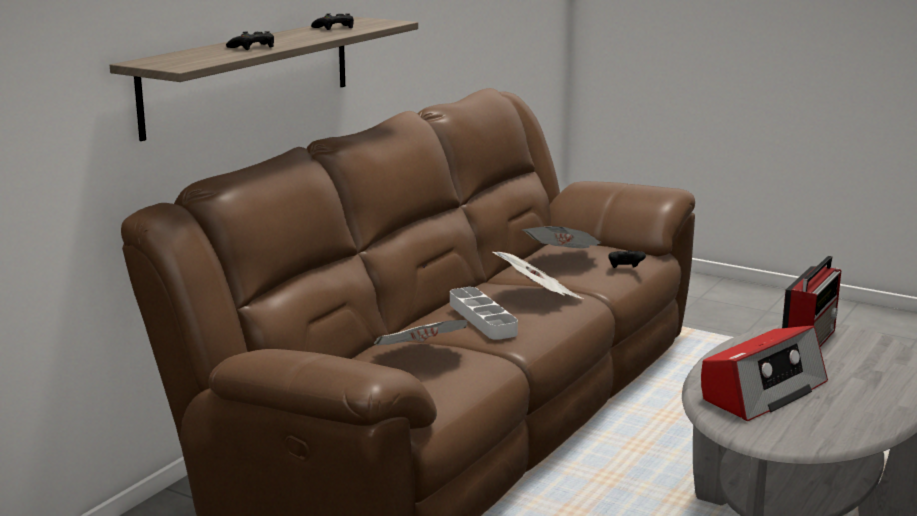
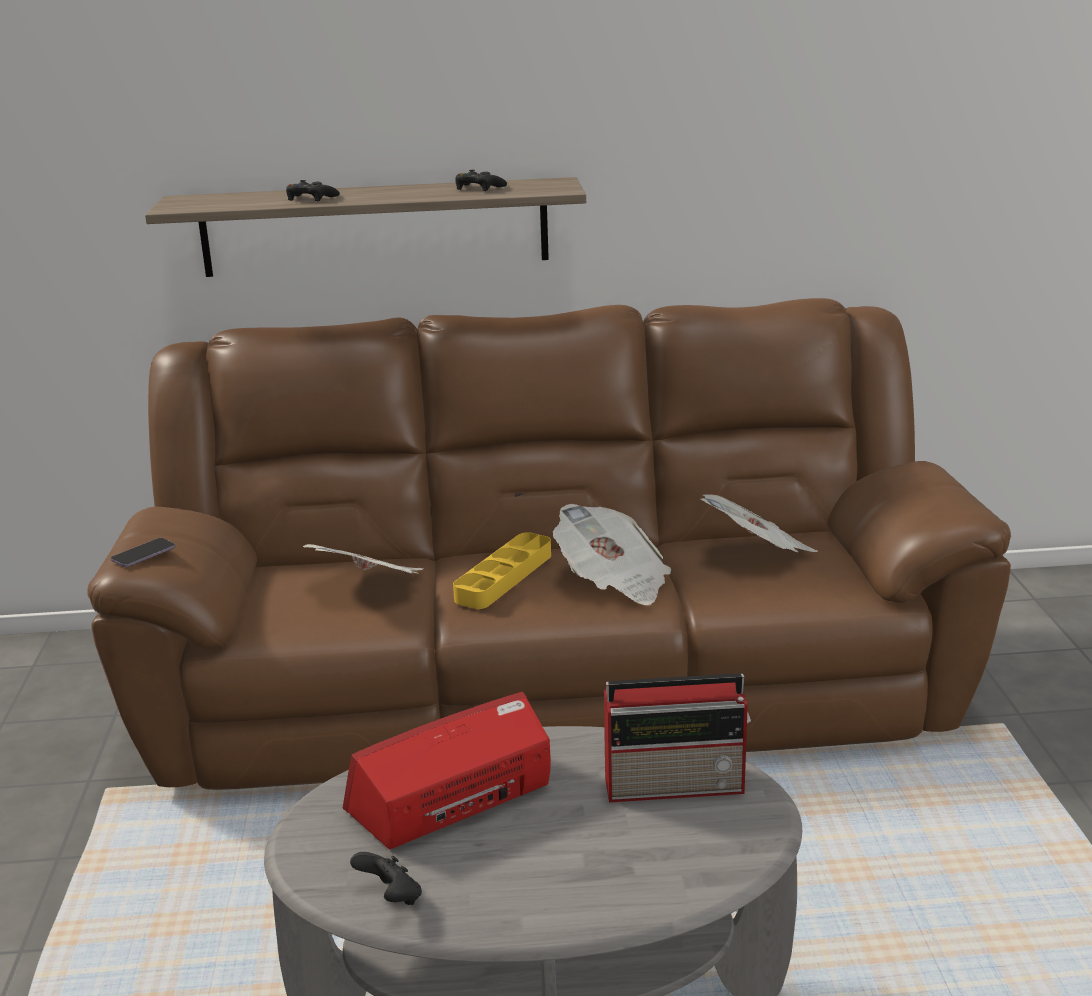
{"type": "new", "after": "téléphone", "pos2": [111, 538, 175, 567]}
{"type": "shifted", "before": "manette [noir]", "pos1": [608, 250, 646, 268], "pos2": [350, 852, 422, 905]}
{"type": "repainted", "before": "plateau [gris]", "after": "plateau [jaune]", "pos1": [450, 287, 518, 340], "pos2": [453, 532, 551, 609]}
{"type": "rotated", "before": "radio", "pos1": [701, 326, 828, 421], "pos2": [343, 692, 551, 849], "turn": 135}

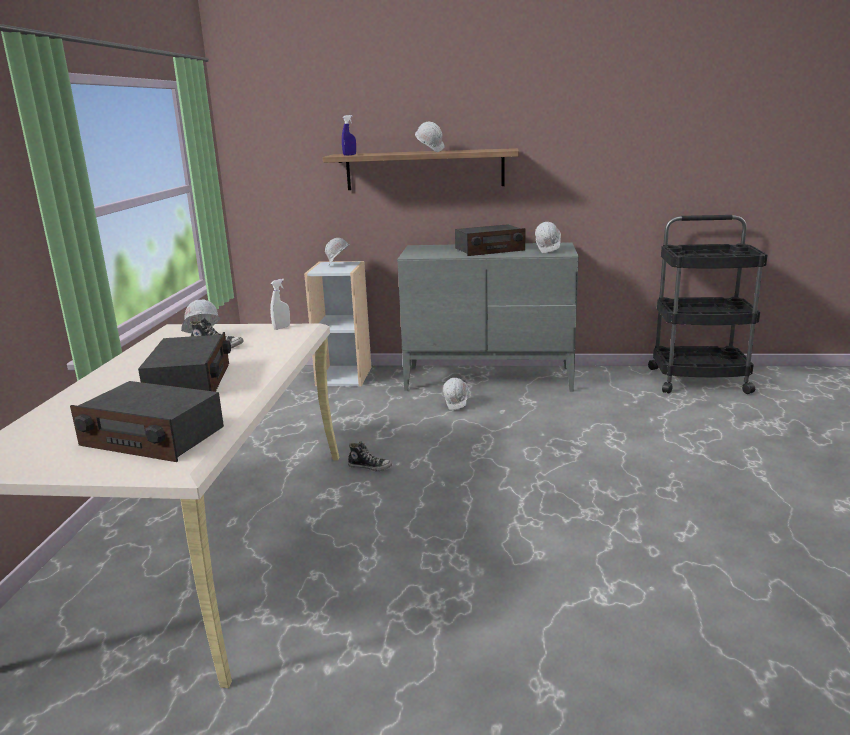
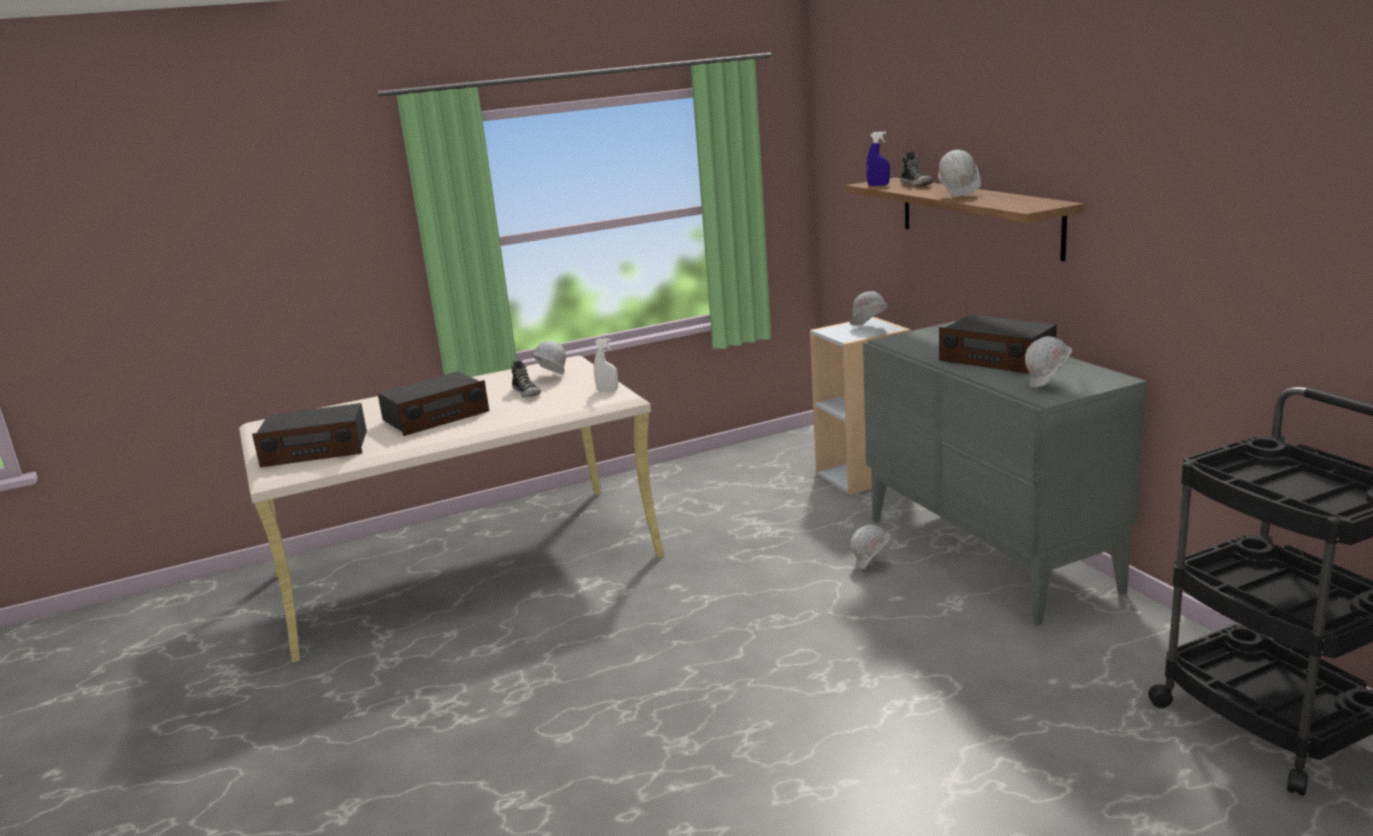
{"type": "shifted", "before": "chaussure", "pos1": [348, 442, 392, 471], "pos2": [901, 151, 933, 186]}
{"type": "rotated", "before": "radio", "pos1": [70, 381, 224, 462], "pos2": [252, 403, 367, 467], "turn": -90}

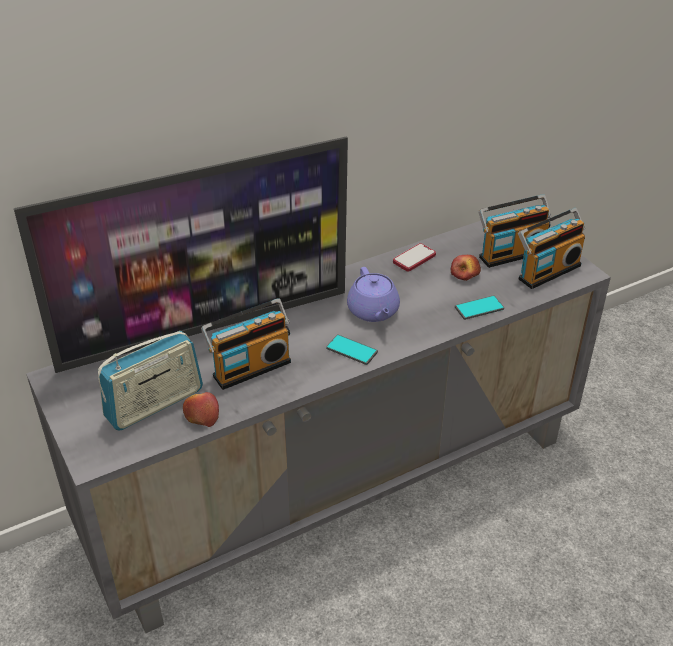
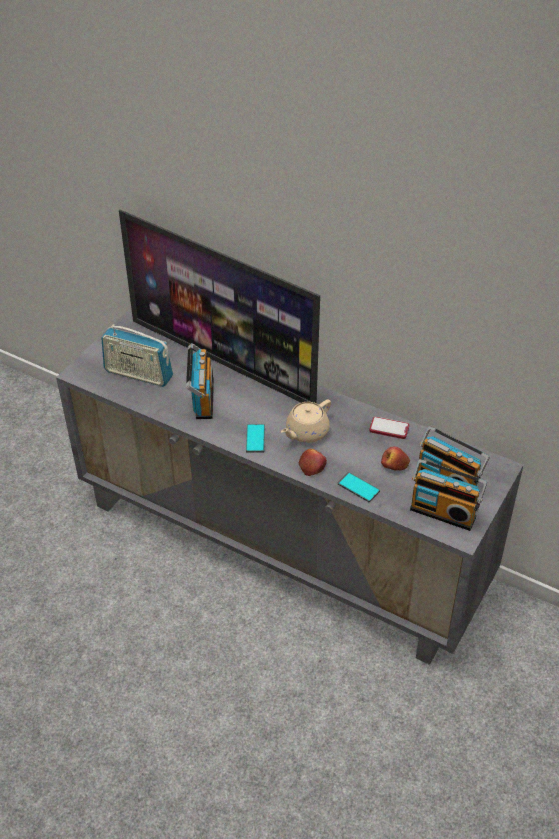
{"type": "shifted", "before": "pomme", "pos1": [183, 392, 219, 427], "pos2": [299, 449, 327, 476]}
{"type": "repainted", "before": "théière [violet]", "after": "théière [beige]", "pos1": [347, 267, 400, 322], "pos2": [281, 399, 331, 443]}
{"type": "rotated", "before": "radio", "pos1": [201, 298, 291, 390], "pos2": [186, 343, 214, 419], "turn": -120}

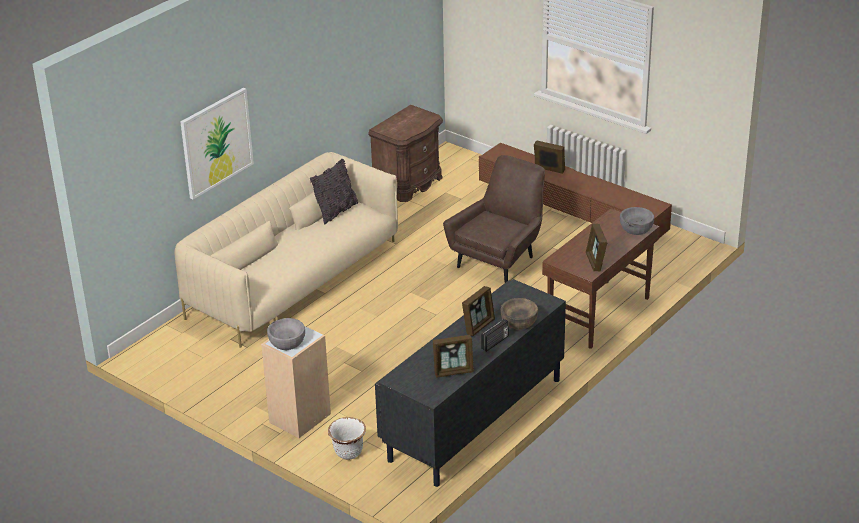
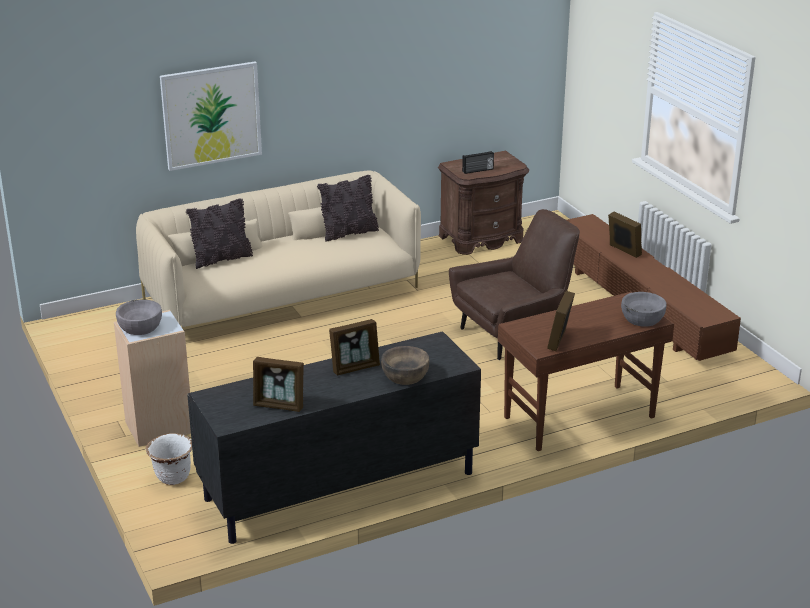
{"type": "new", "after": "coussin [noir]", "pos2": [186, 198, 253, 269]}
{"type": "shifted", "before": "radio", "pos1": [481, 319, 508, 352], "pos2": [462, 151, 494, 174]}

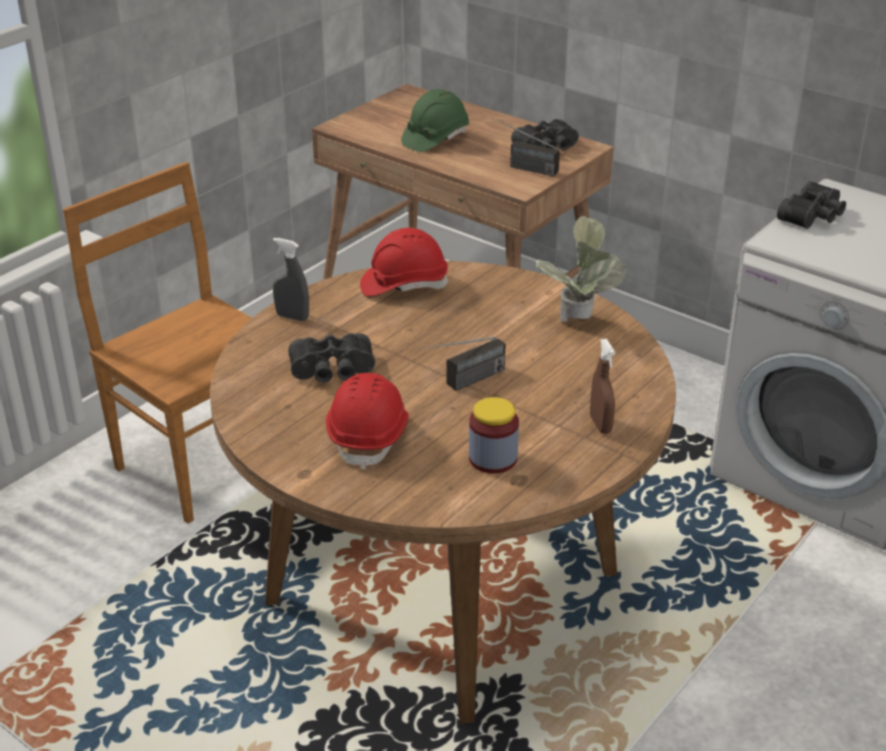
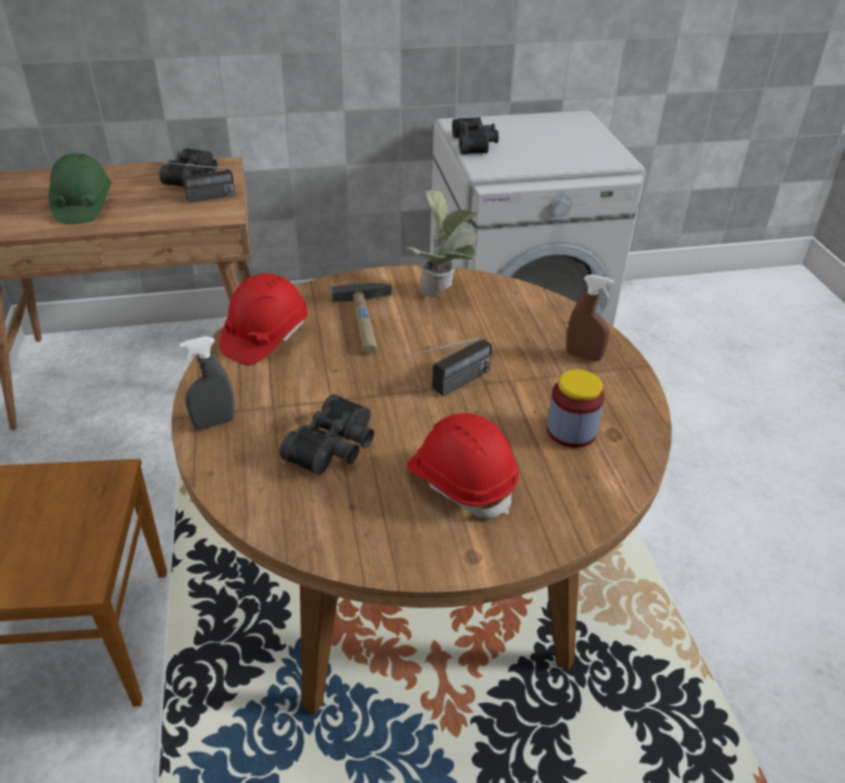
{"type": "new", "after": "marteau", "pos2": [330, 283, 391, 353]}
{"type": "rotated", "before": "radio", "pos1": [419, 337, 506, 391], "pos2": [406, 337, 492, 396], "turn": 45}

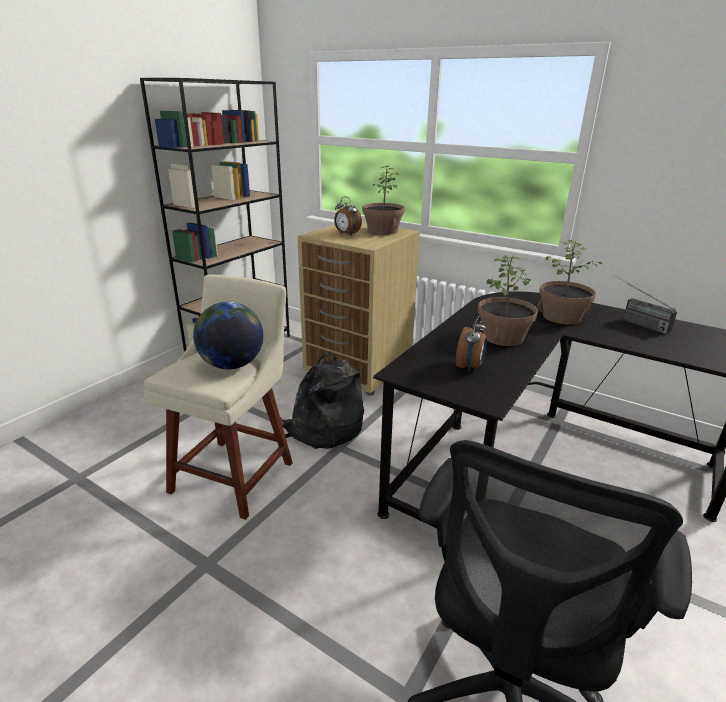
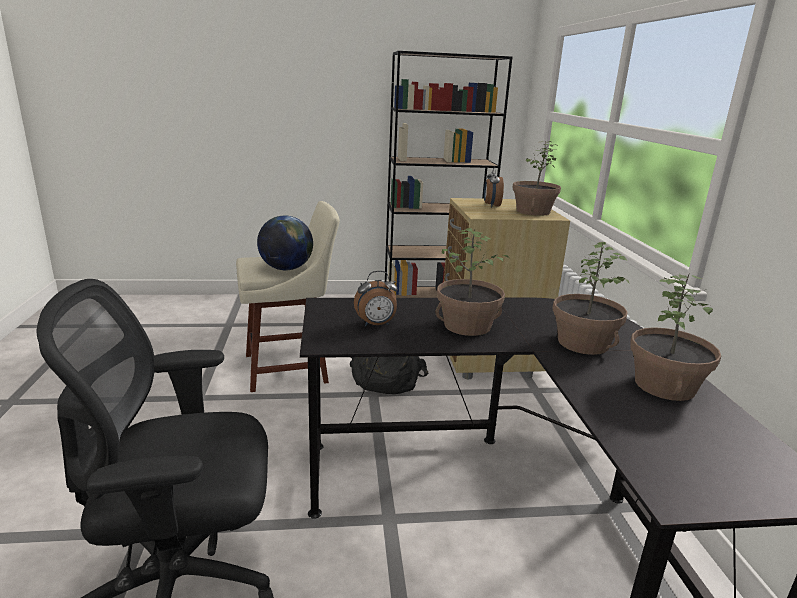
{"type": "swapped", "before": "radio", "after": "plante en pot", "pos1": [614, 275, 677, 334], "pos2": [630, 274, 721, 401]}

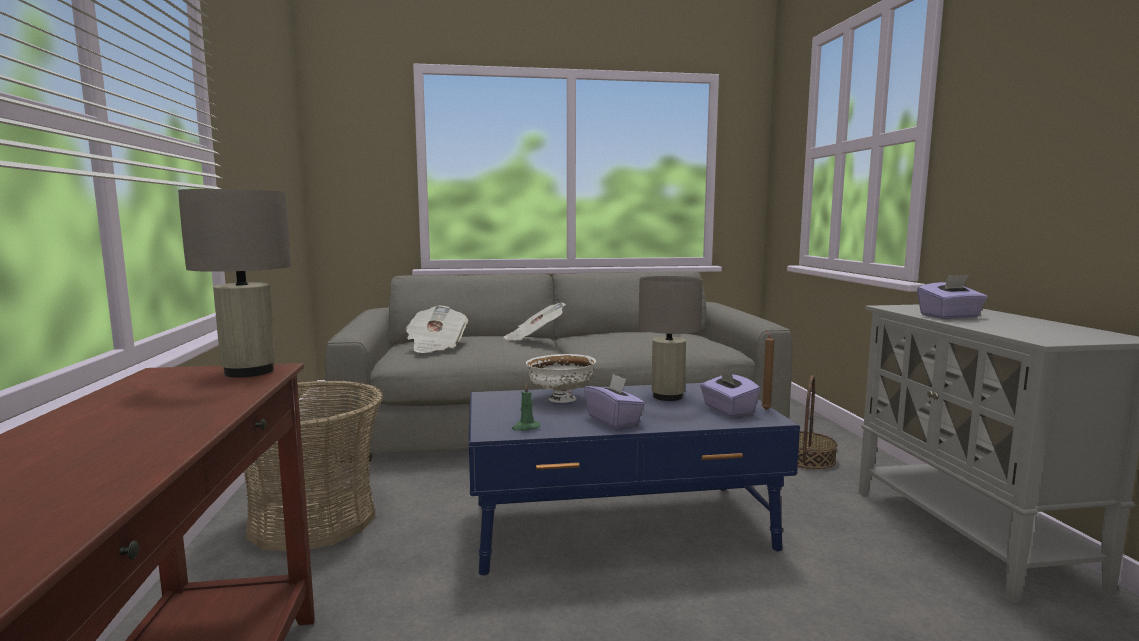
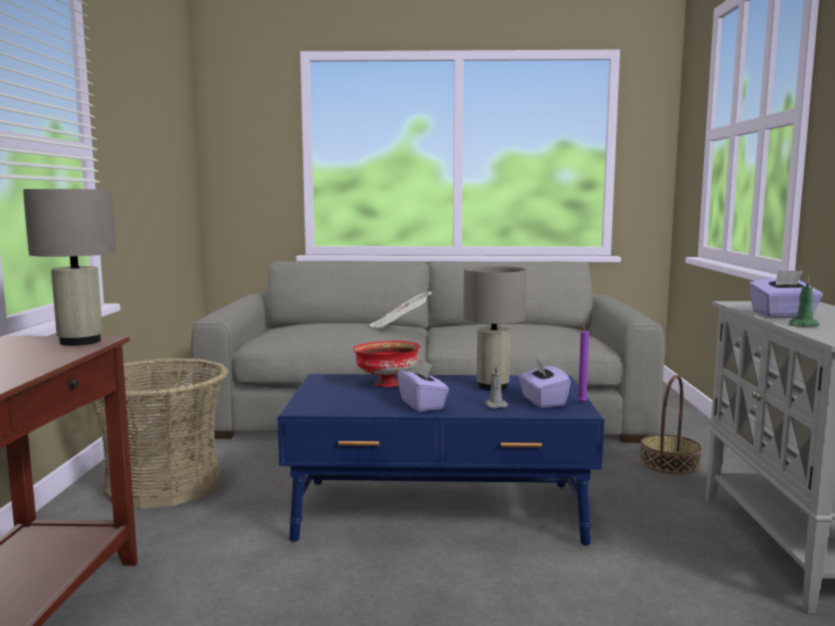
{"type": "gone", "before": "journal", "pos1": [406, 306, 468, 353]}
{"type": "new", "after": "bougie [gris]", "pos2": [484, 363, 508, 408]}
{"type": "shifted", "before": "bougie [vert]", "pos1": [512, 383, 540, 431], "pos2": [788, 276, 820, 327]}
{"type": "repainted", "before": "bol [blanc]", "after": "bol [rouge]", "pos1": [526, 354, 596, 403], "pos2": [353, 341, 420, 387]}
{"type": "repainted", "before": "bougie [marron]", "after": "bougie [violet]", "pos1": [761, 330, 774, 410], "pos2": [577, 323, 589, 403]}

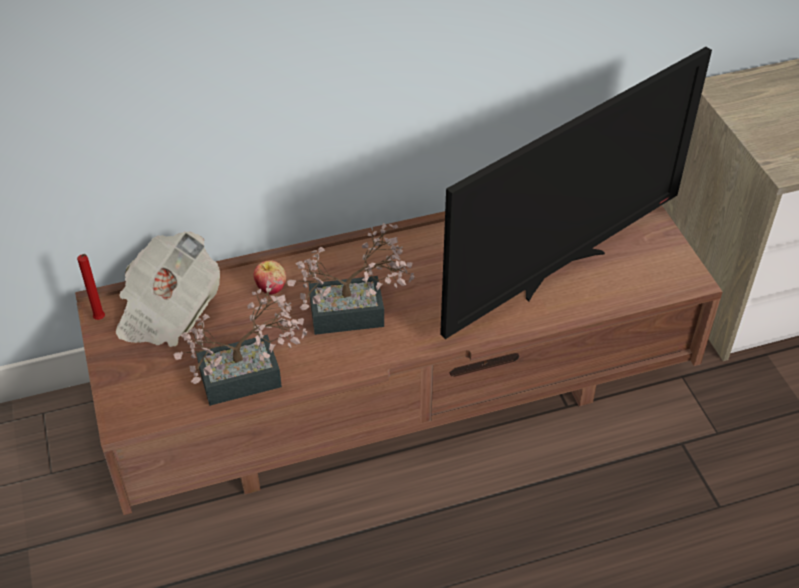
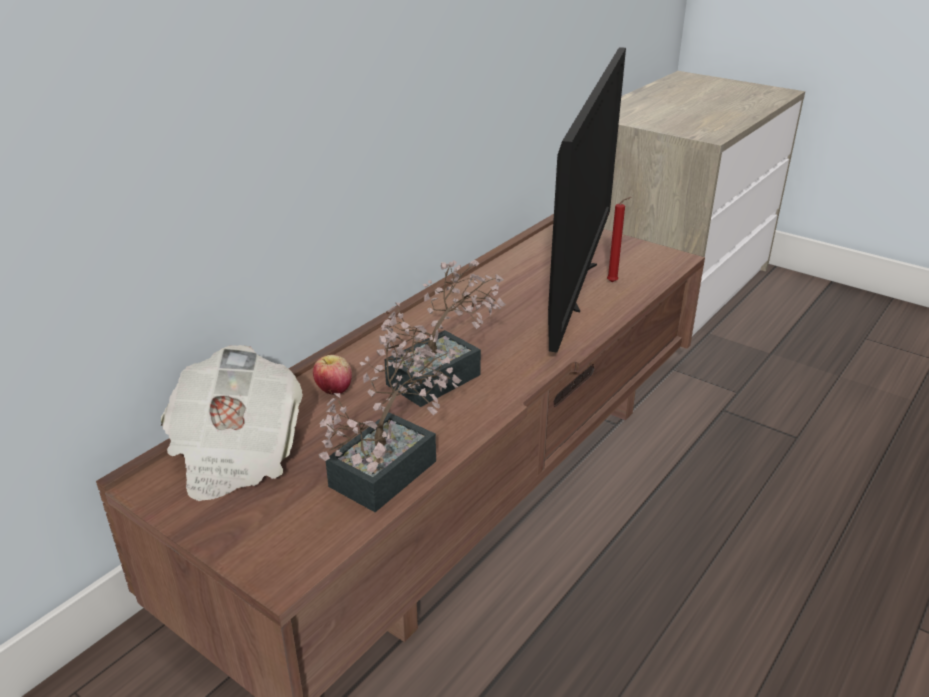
{"type": "shifted", "before": "bougie [rouge]", "pos1": [77, 254, 105, 320], "pos2": [607, 197, 631, 282]}

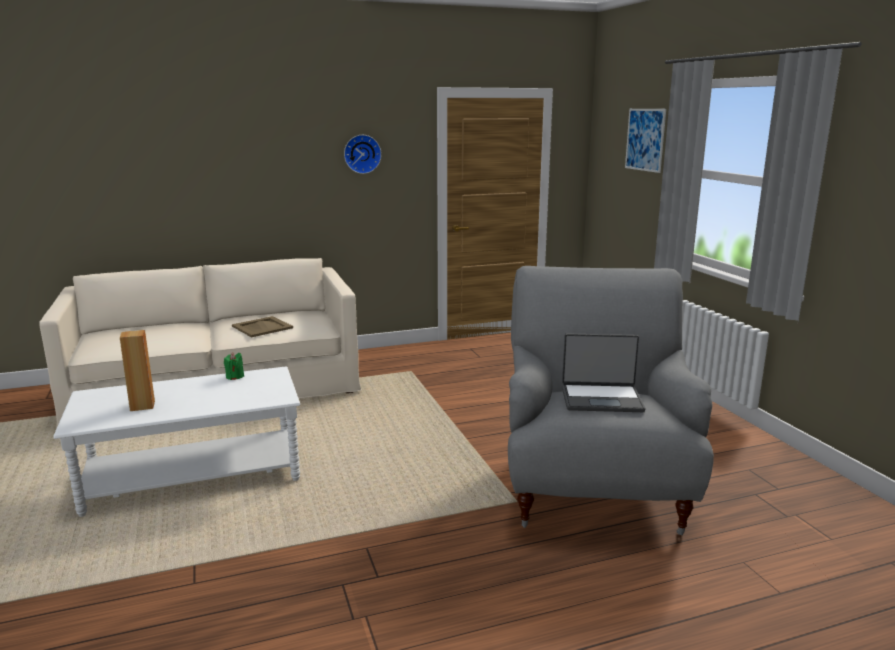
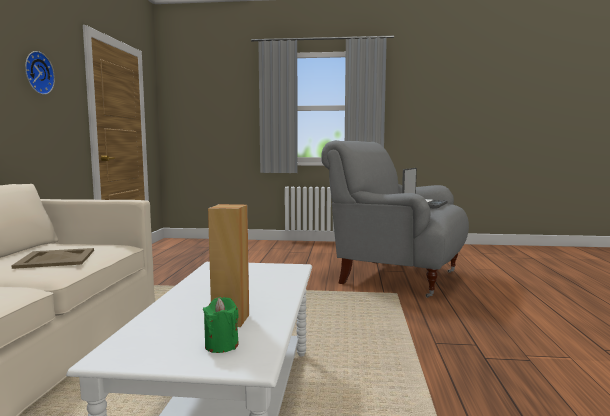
{"type": "gone", "before": "tableau", "pos1": [625, 109, 666, 173]}
{"type": "shifted", "before": "bougie [vert]", "pos1": [224, 352, 244, 380], "pos2": [203, 297, 239, 353]}

